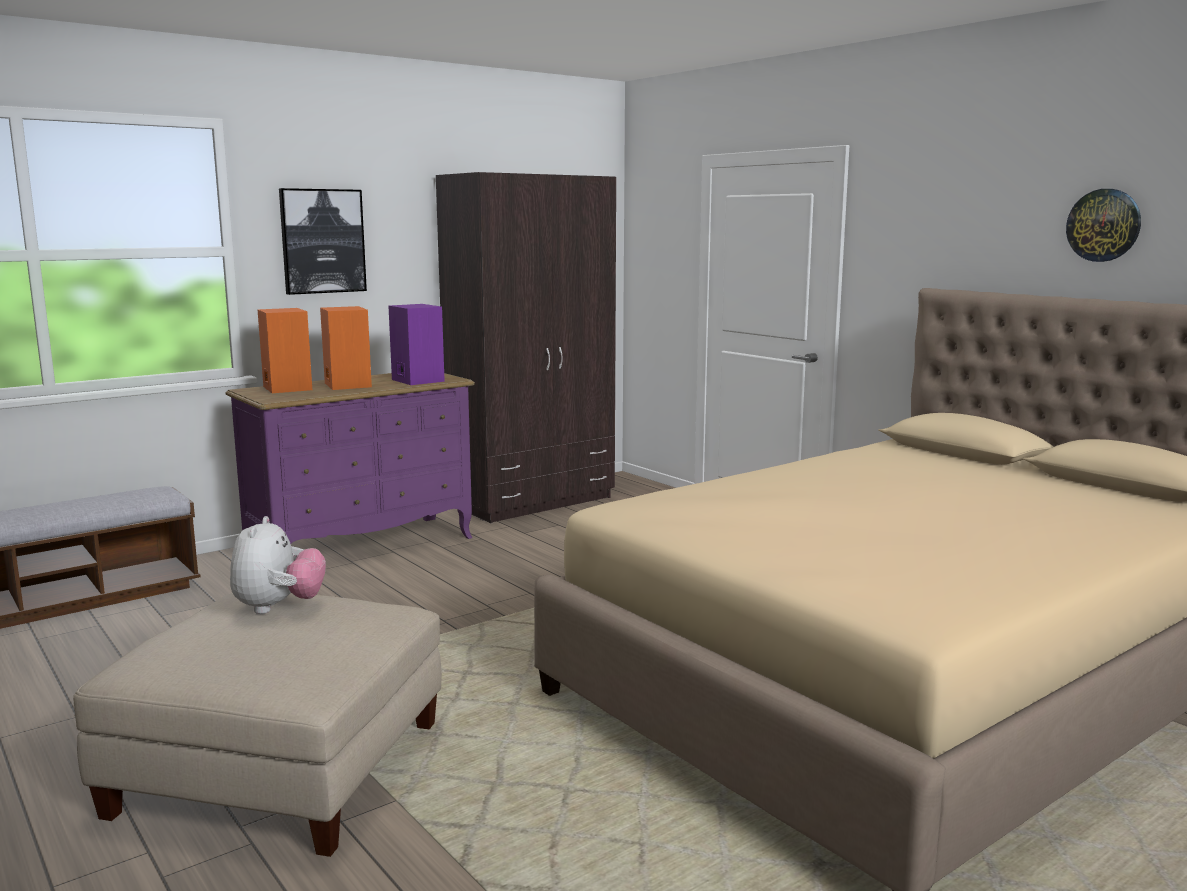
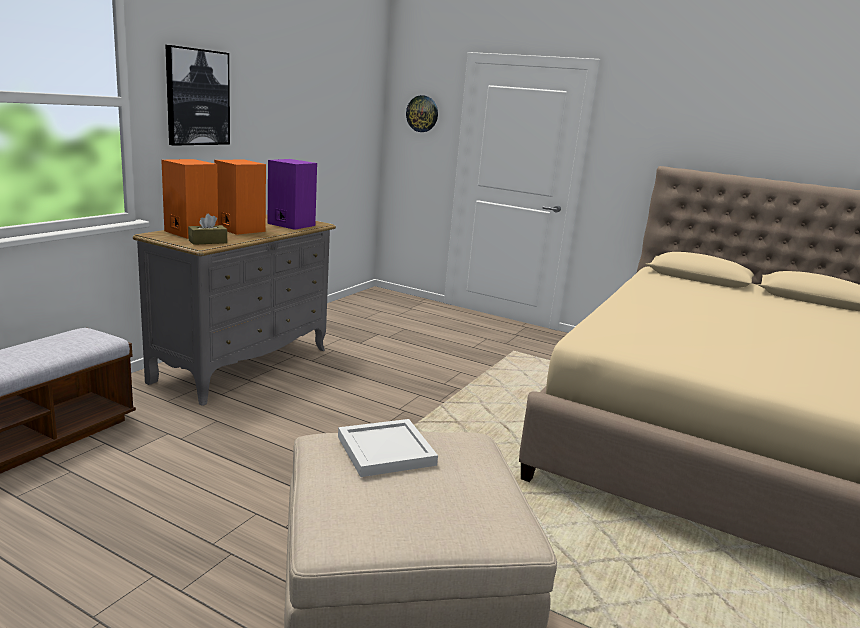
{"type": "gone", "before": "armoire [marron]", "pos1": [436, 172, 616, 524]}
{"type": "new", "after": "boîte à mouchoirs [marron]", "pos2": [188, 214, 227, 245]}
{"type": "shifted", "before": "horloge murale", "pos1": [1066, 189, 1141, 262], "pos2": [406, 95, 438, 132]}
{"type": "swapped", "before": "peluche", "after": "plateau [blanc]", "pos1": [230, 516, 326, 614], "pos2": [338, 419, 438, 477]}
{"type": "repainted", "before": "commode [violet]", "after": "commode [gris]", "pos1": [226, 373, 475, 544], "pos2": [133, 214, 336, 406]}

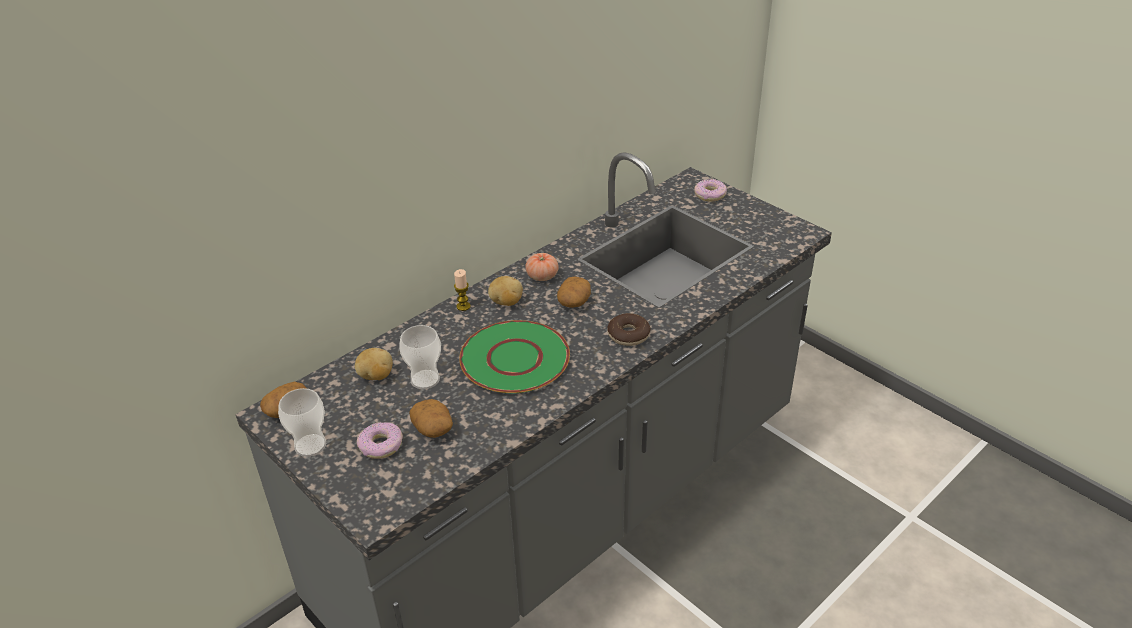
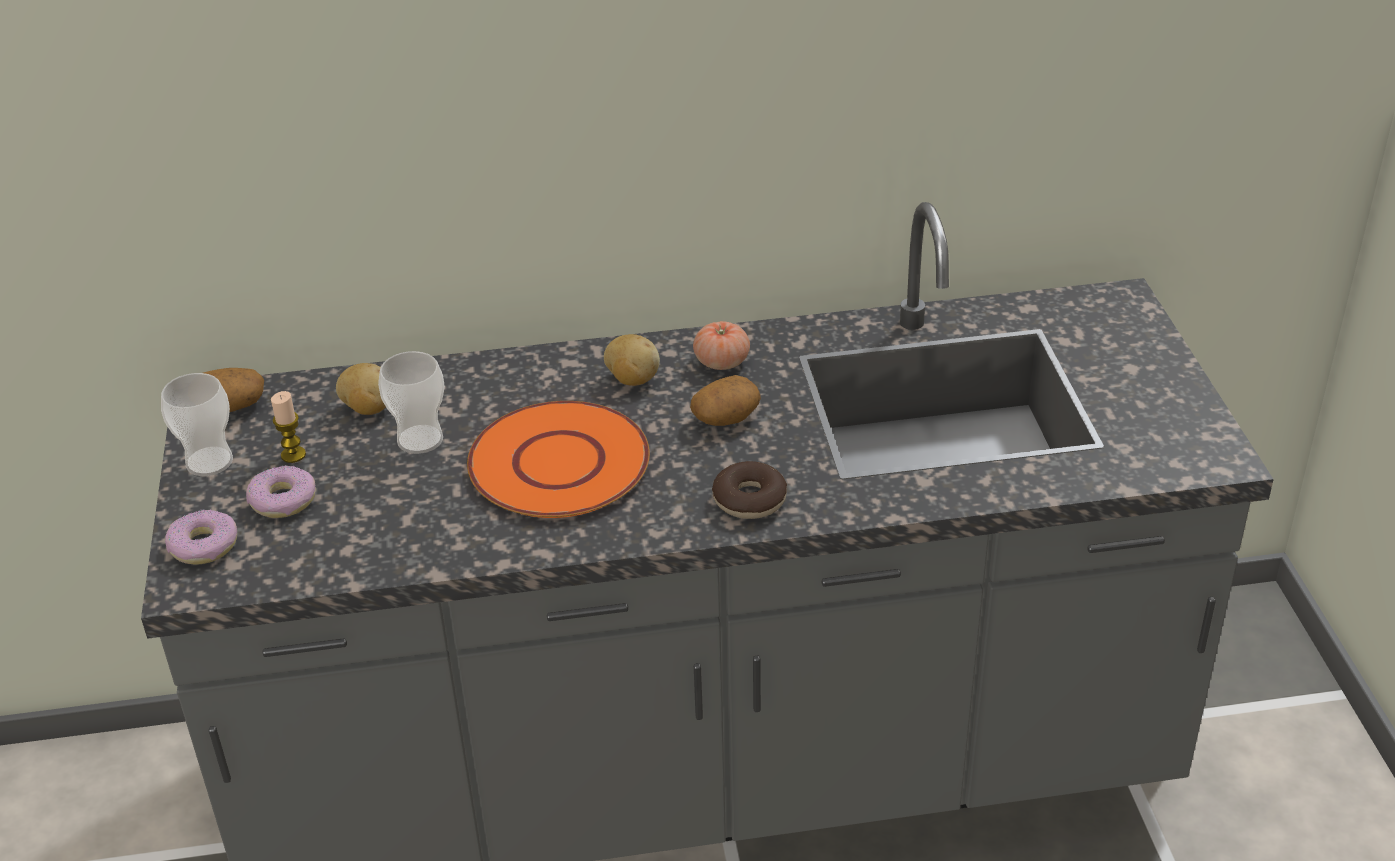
{"type": "gone", "before": "pomme de terre", "pos1": [409, 399, 453, 438]}
{"type": "shifted", "before": "bougie", "pos1": [454, 269, 471, 311], "pos2": [271, 391, 306, 463]}
{"type": "shifted", "before": "beignet", "pos1": [694, 179, 727, 202], "pos2": [165, 509, 237, 565]}
{"type": "repainted", "before": "assiette [vert]", "after": "assiette [orange]", "pos1": [459, 320, 570, 393], "pos2": [467, 401, 650, 518]}

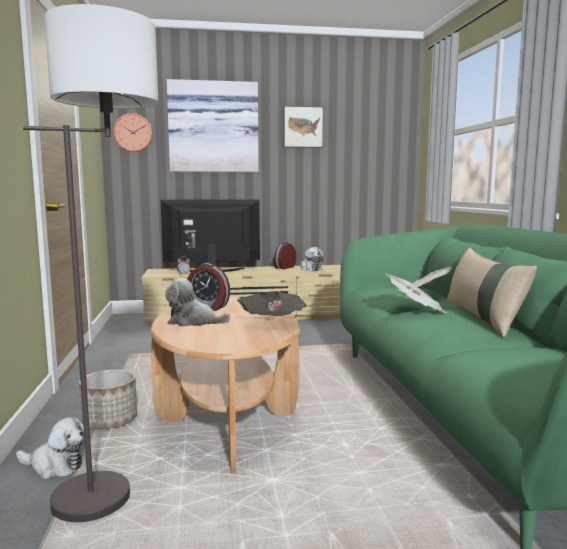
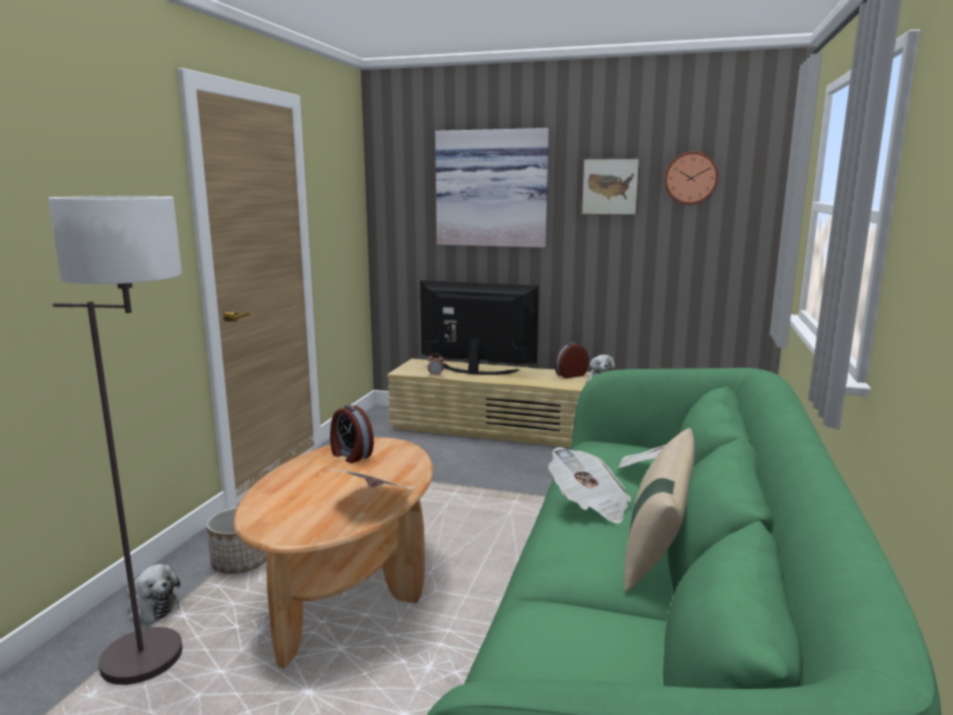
{"type": "gone", "before": "peluche", "pos1": [165, 278, 230, 327]}
{"type": "shifted", "before": "horloge murale", "pos1": [113, 113, 153, 152], "pos2": [665, 151, 719, 205]}

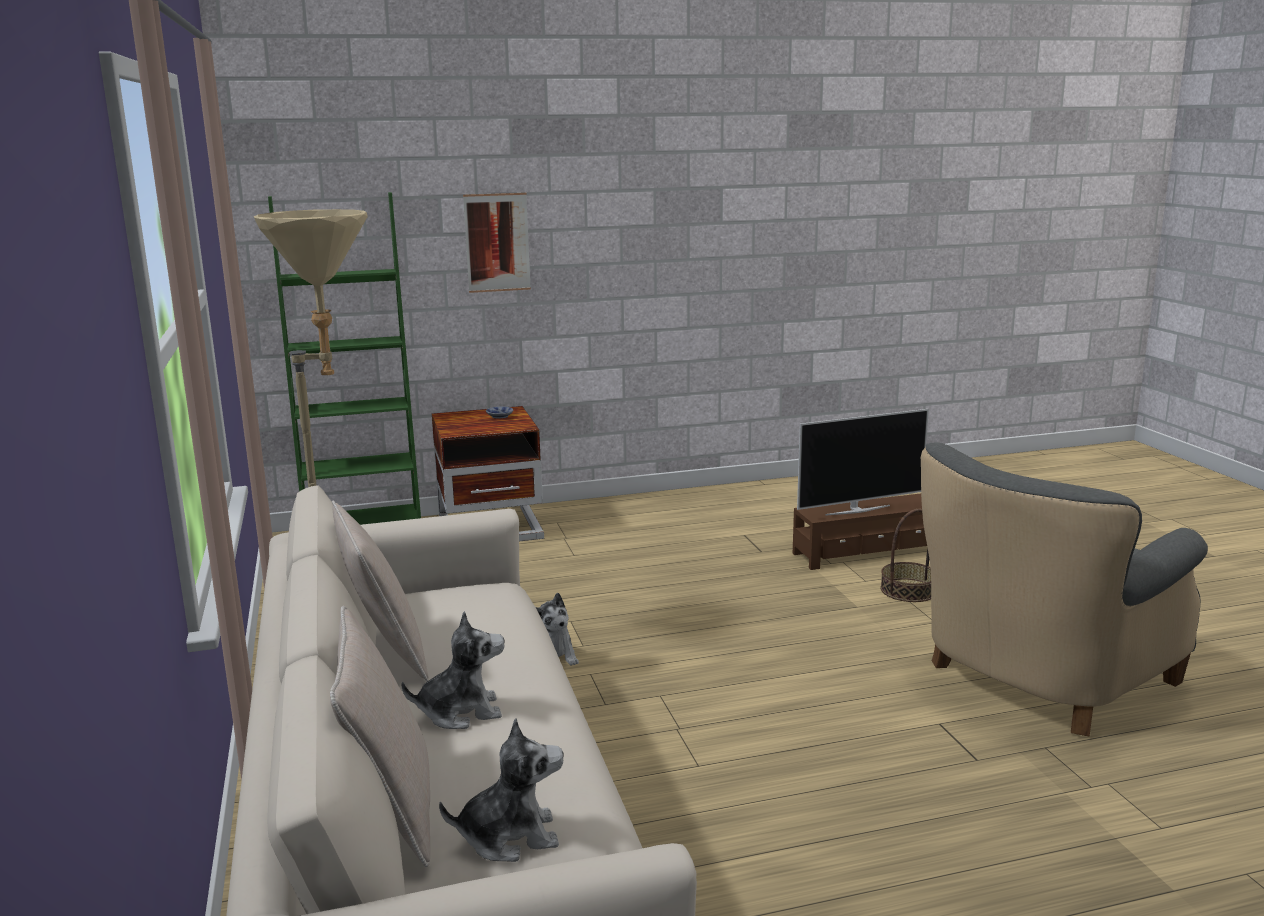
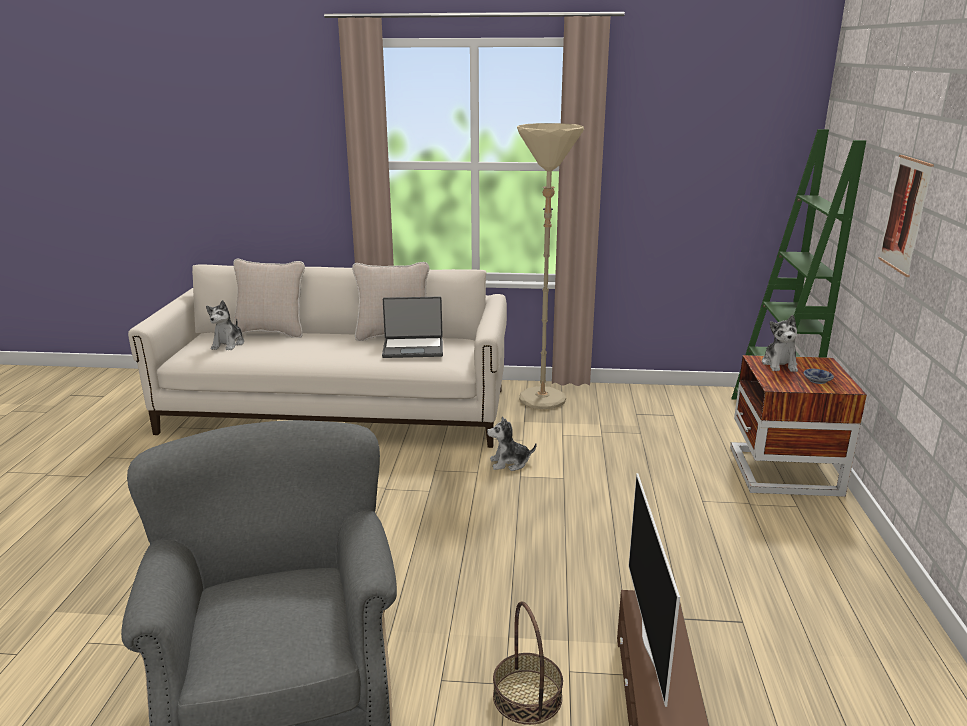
{"type": "new", "after": "ordinateur portable", "pos2": [382, 297, 443, 358]}
{"type": "shifted", "before": "peluche", "pos1": [401, 611, 505, 729], "pos2": [762, 315, 798, 372]}

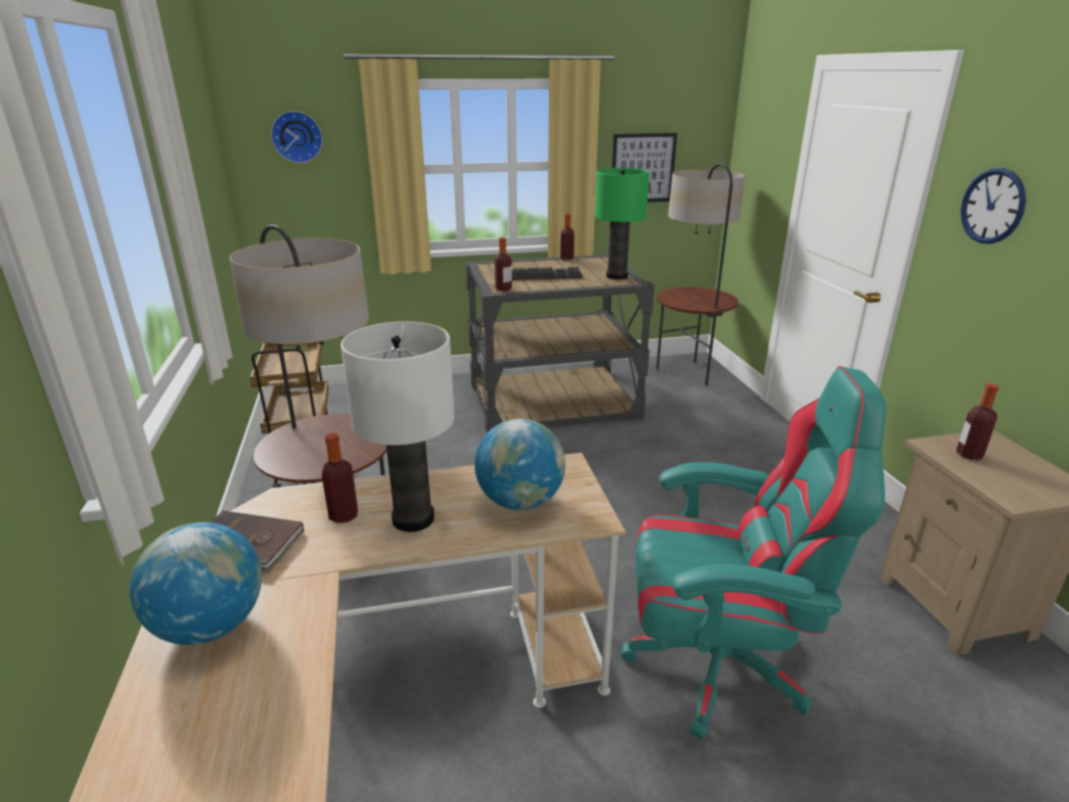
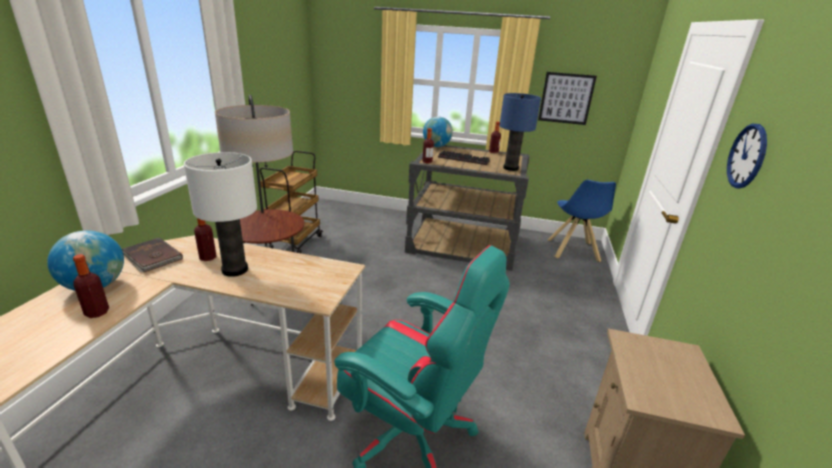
{"type": "gone", "before": "horloge murale", "pos1": [271, 111, 323, 163]}
{"type": "shifted", "before": "globe", "pos1": [475, 419, 565, 510], "pos2": [423, 116, 453, 147]}
{"type": "shifted", "before": "bouteille", "pos1": [956, 384, 999, 460], "pos2": [73, 254, 109, 318]}
{"type": "swapped", "before": "lampadaire", "after": "chaise [bleu]", "pos1": [656, 163, 745, 386], "pos2": [547, 180, 616, 262]}
{"type": "repainted", "before": "lampe de table [vert]", "after": "lampe de table [bleu]", "pos1": [595, 168, 649, 279], "pos2": [499, 93, 541, 171]}

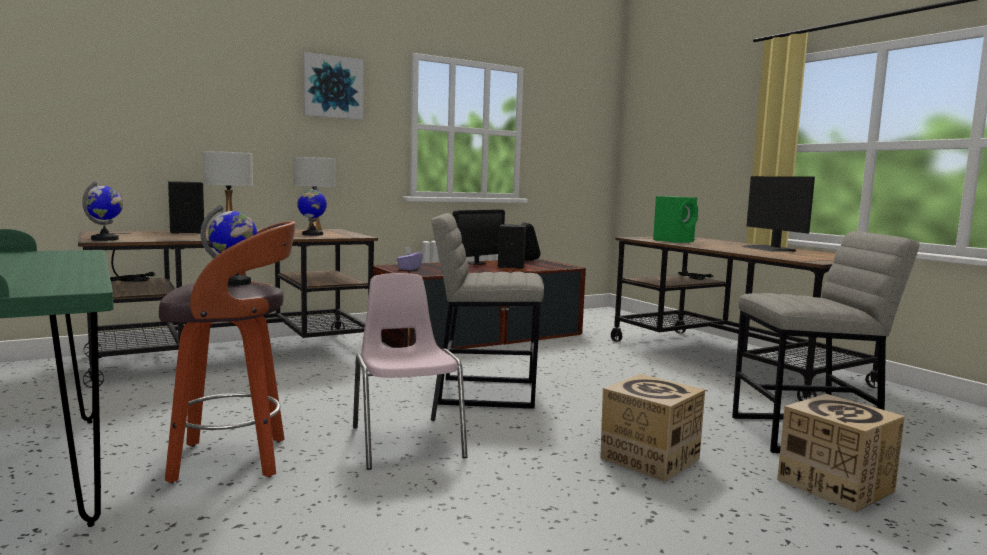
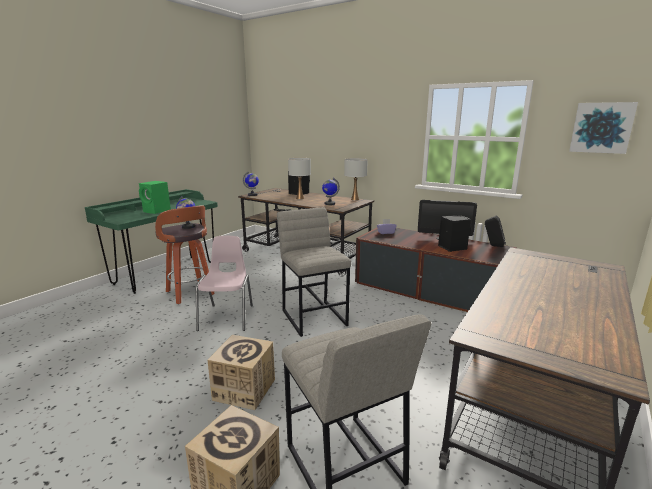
{"type": "gone", "before": "écran d'ordinateur", "pos1": [741, 176, 815, 252]}
{"type": "shifted", "before": "tableau", "pos1": [303, 52, 363, 120], "pos2": [569, 102, 638, 154]}
{"type": "shifted", "before": "enceinte [vert]", "pos1": [653, 196, 698, 243], "pos2": [139, 181, 171, 214]}
{"type": "rotated", "before": "chaise [rose]", "pos1": [353, 273, 467, 470], "pos2": [196, 236, 253, 331], "turn": -45}

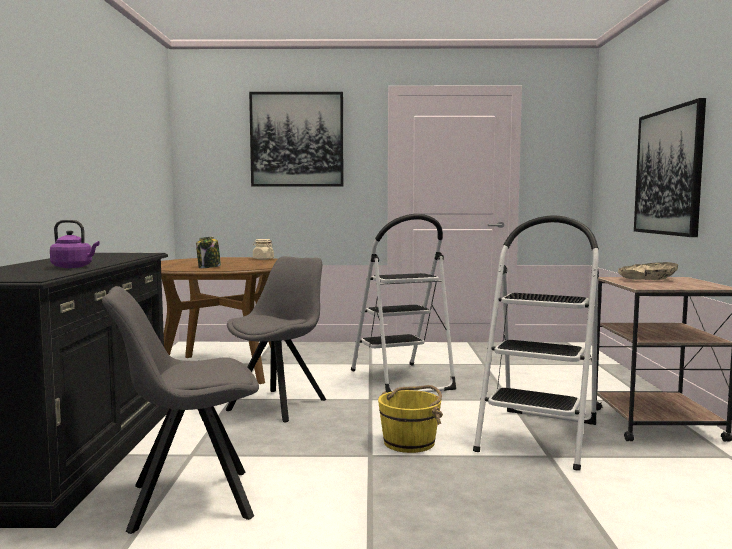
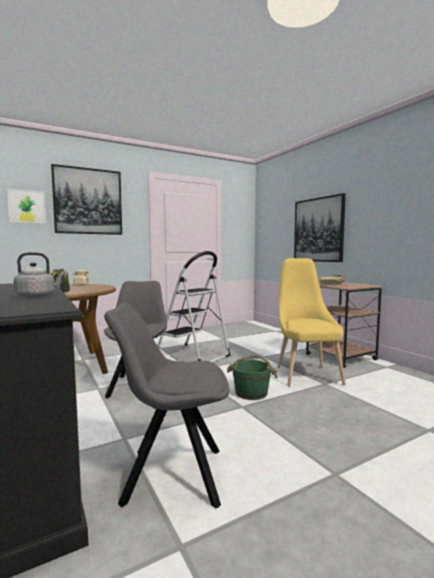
{"type": "new", "after": "tableau", "pos2": [7, 189, 46, 224]}
{"type": "swapped", "before": "escabeau", "after": "chaise [jaune]", "pos1": [473, 216, 599, 471], "pos2": [278, 258, 346, 387]}
{"type": "repainted", "before": "bouilloire [violet]", "after": "bouilloire [gris]", "pos1": [50, 220, 100, 268], "pos2": [14, 252, 65, 298]}
{"type": "repainted", "before": "seau [jaune]", "after": "seau [vert]", "pos1": [378, 385, 443, 453], "pos2": [227, 355, 278, 400]}
{"type": "rotated", "before": "chaise [gris]", "pos1": [102, 286, 259, 534], "pos2": [104, 303, 230, 508], "turn": 45}

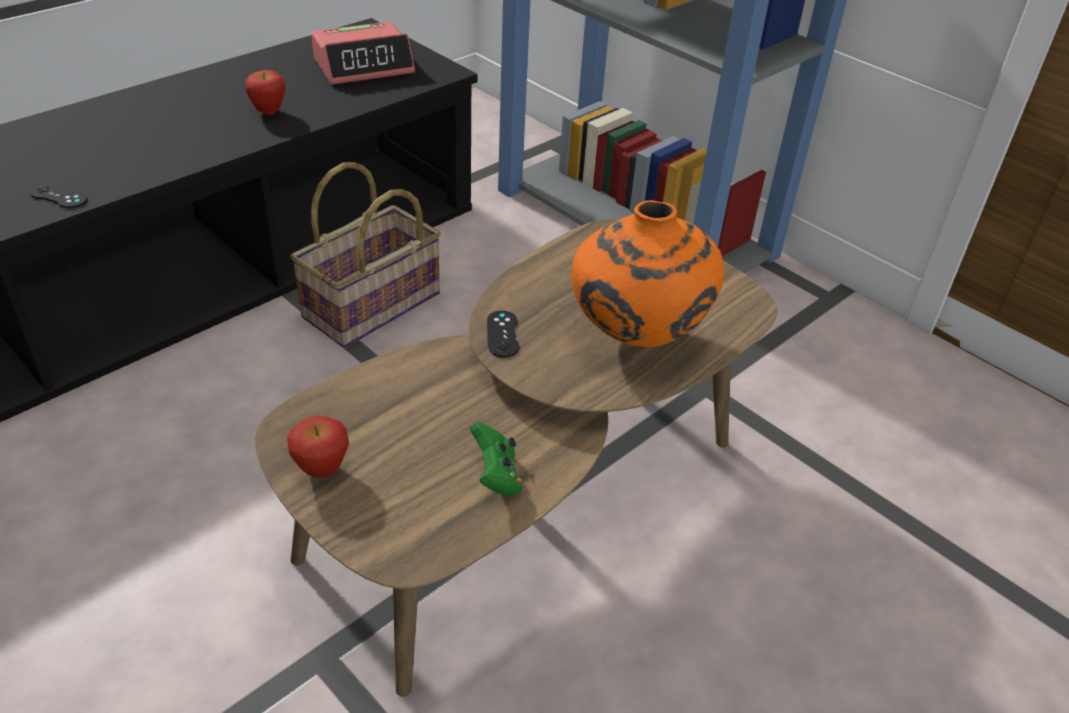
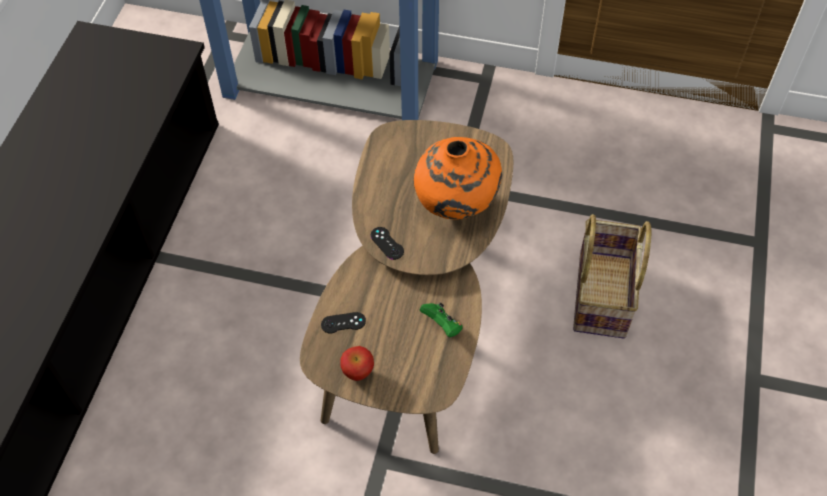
{"type": "gone", "before": "pomme", "pos1": [245, 70, 285, 115]}
{"type": "gone", "before": "réveil", "pos1": [311, 22, 415, 85]}
{"type": "shifted", "before": "manette [noir]", "pos1": [30, 183, 88, 208], "pos2": [321, 312, 366, 333]}
{"type": "shifted", "before": "panier", "pos1": [290, 162, 441, 348], "pos2": [573, 214, 652, 338]}

